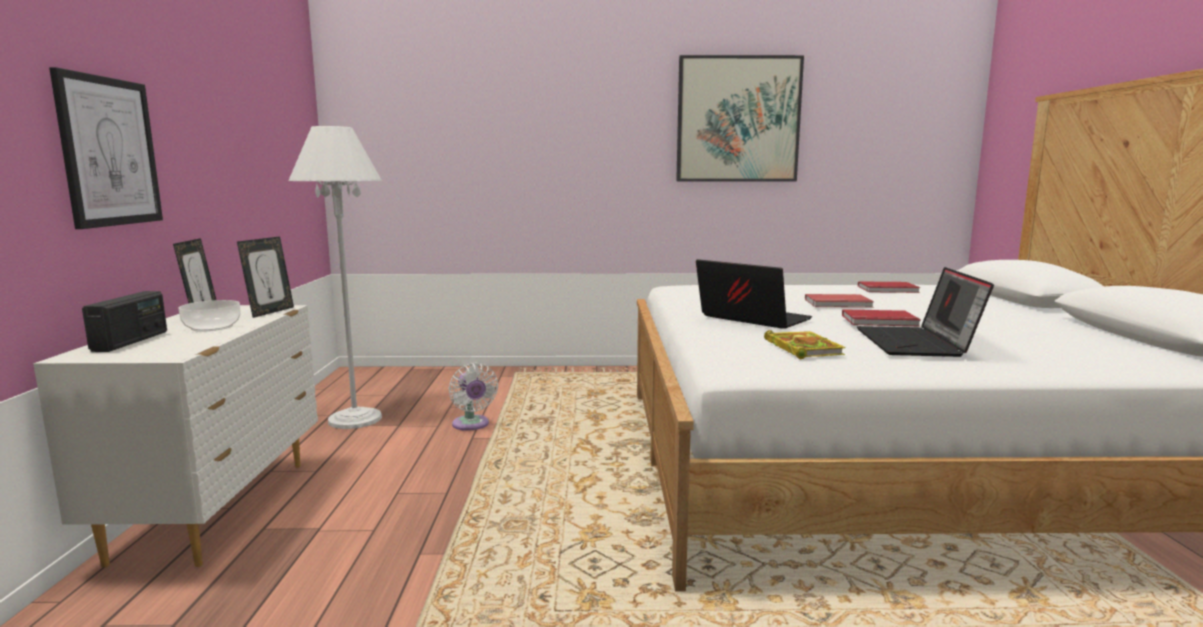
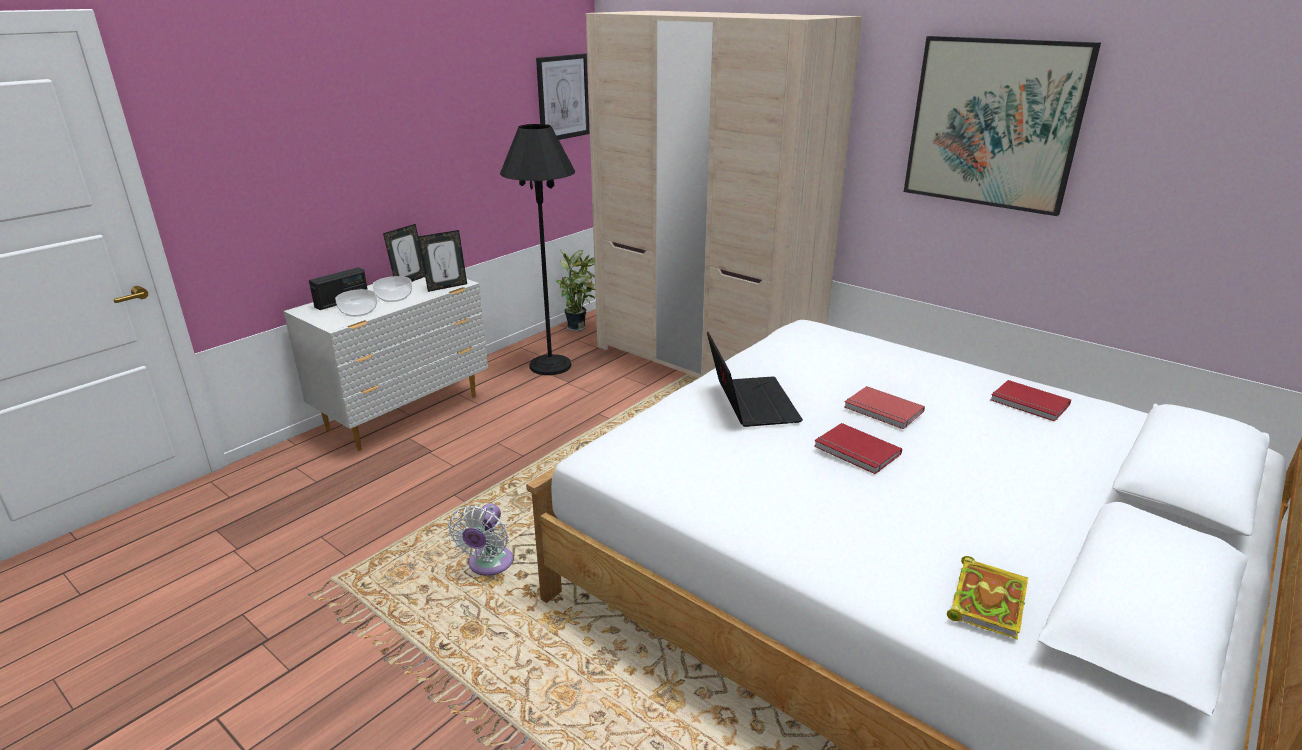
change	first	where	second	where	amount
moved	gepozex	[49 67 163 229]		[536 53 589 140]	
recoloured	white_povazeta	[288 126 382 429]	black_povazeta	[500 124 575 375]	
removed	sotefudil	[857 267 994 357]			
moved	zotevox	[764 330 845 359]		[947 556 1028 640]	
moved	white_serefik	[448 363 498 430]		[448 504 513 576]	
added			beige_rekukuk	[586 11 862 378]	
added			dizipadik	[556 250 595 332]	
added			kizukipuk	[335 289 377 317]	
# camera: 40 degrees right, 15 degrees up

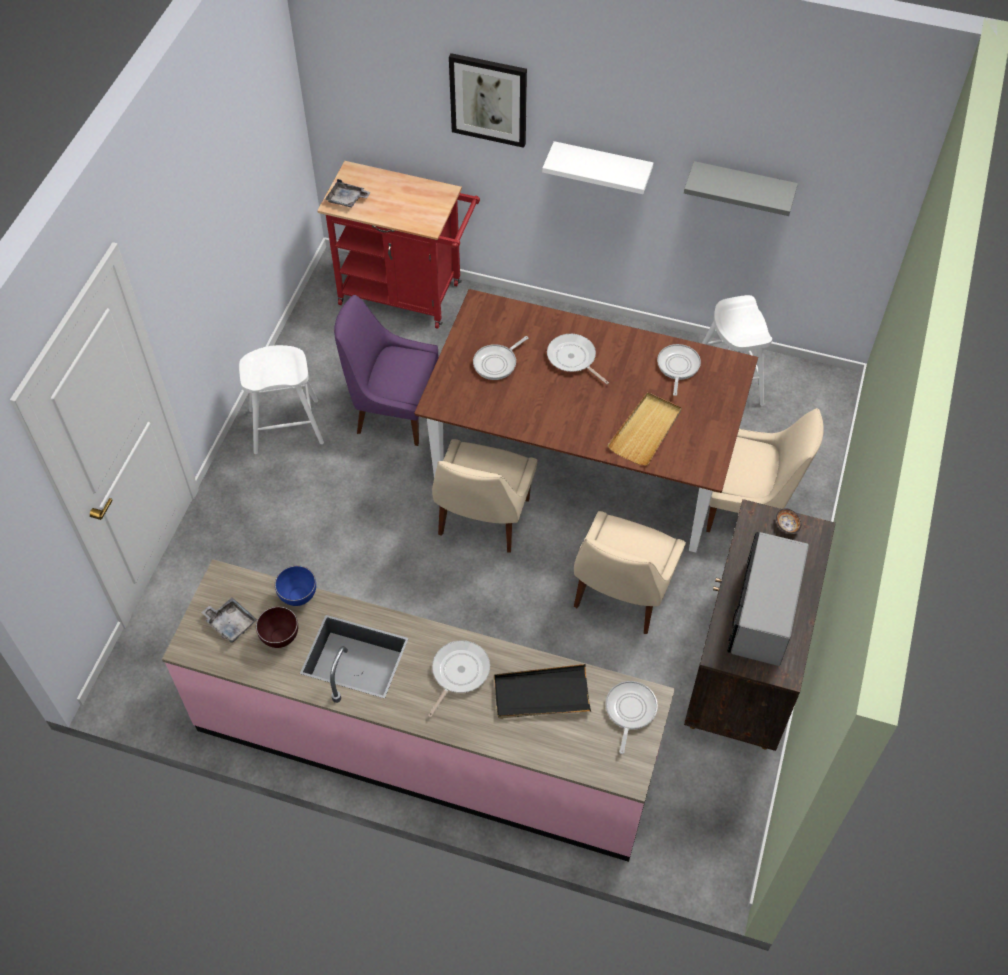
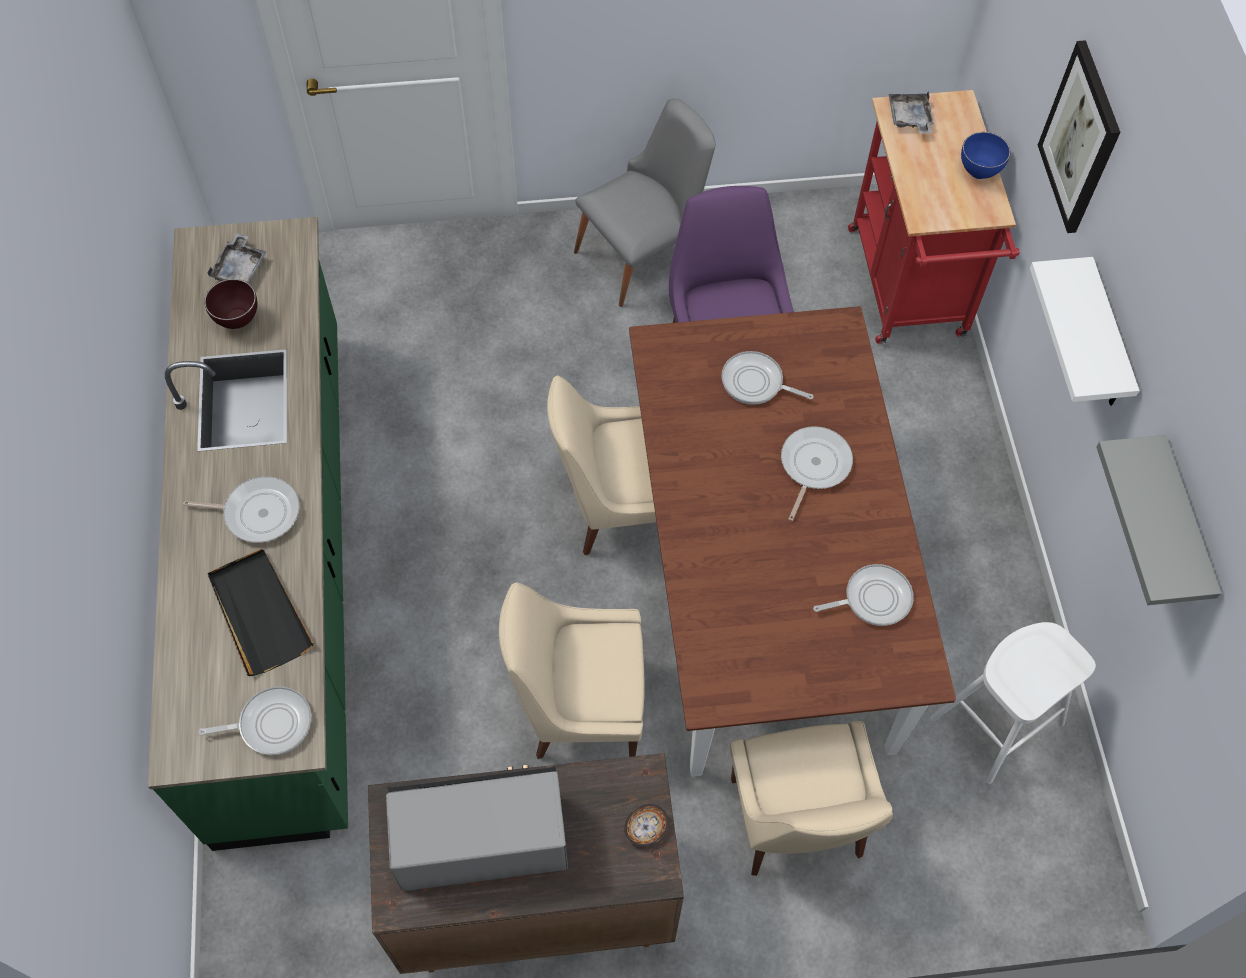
change	first	where	second	where	amount
replaced	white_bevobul	[239 345 324 454]	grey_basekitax	[574 98 715 307]	
removed	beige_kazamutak	[607 392 682 466]			
recoloured	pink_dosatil	[162 559 675 862]	green_dosatil	[148 217 348 851]	
moved	blue_kizukipuk	[275 566 316 606]		[961 132 1010 179]	
# camera: 65 degrees right, 5 degrees up

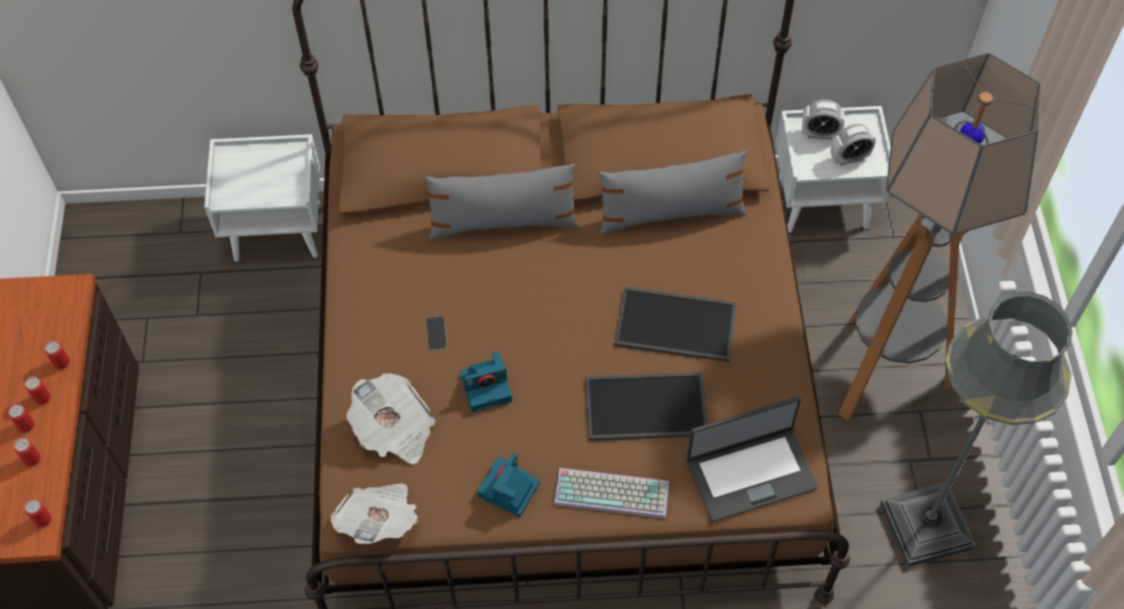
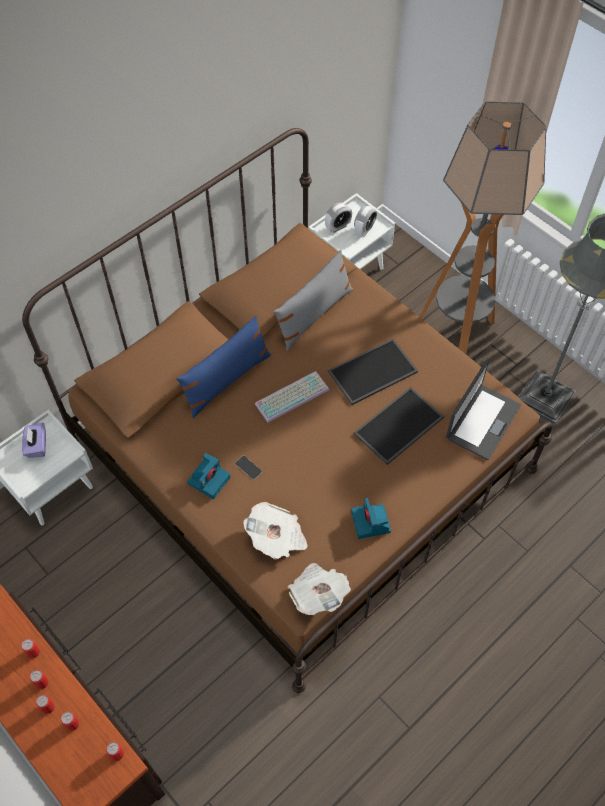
change	first	where	second	where	amount
recoloured	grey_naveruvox	[425 164 579 240]	blue_naveruvox	[176 315 271 418]	
moved	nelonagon	[460 351 512 412]		[187 453 230 499]	
moved	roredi	[554 468 669 519]		[255 371 329 422]	
added			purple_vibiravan	[22 422 46 458]	
# camera: 40 degrees left, 0 degrees up

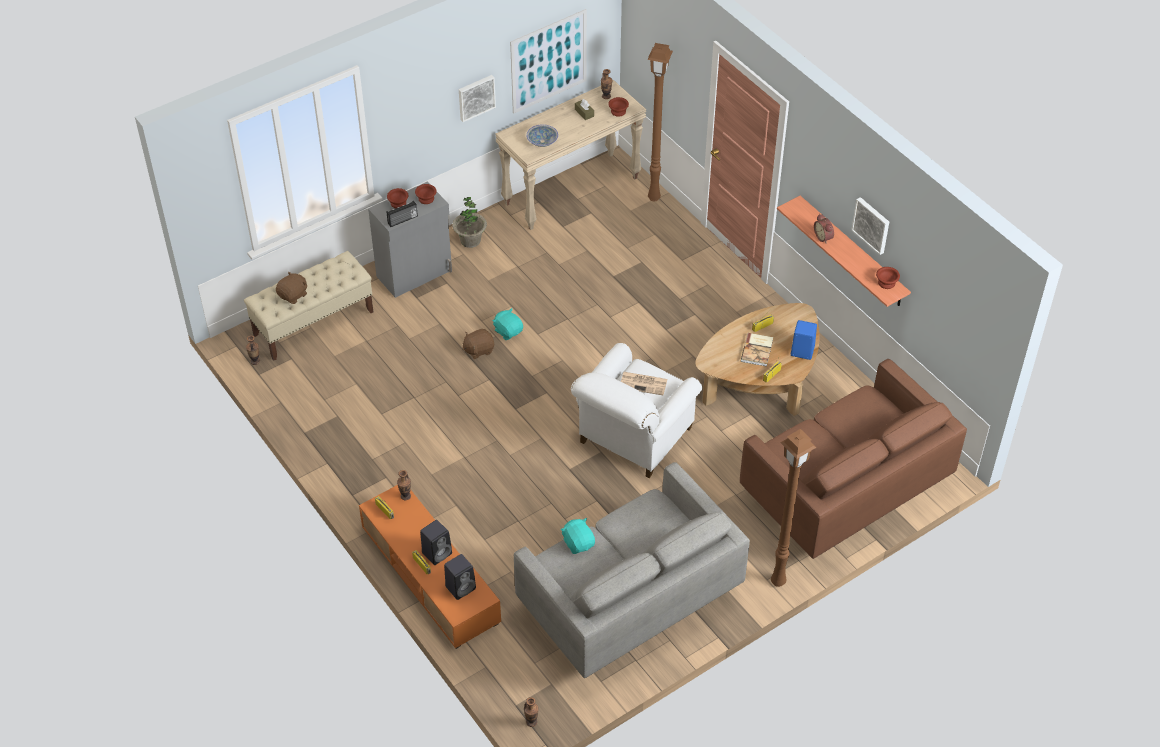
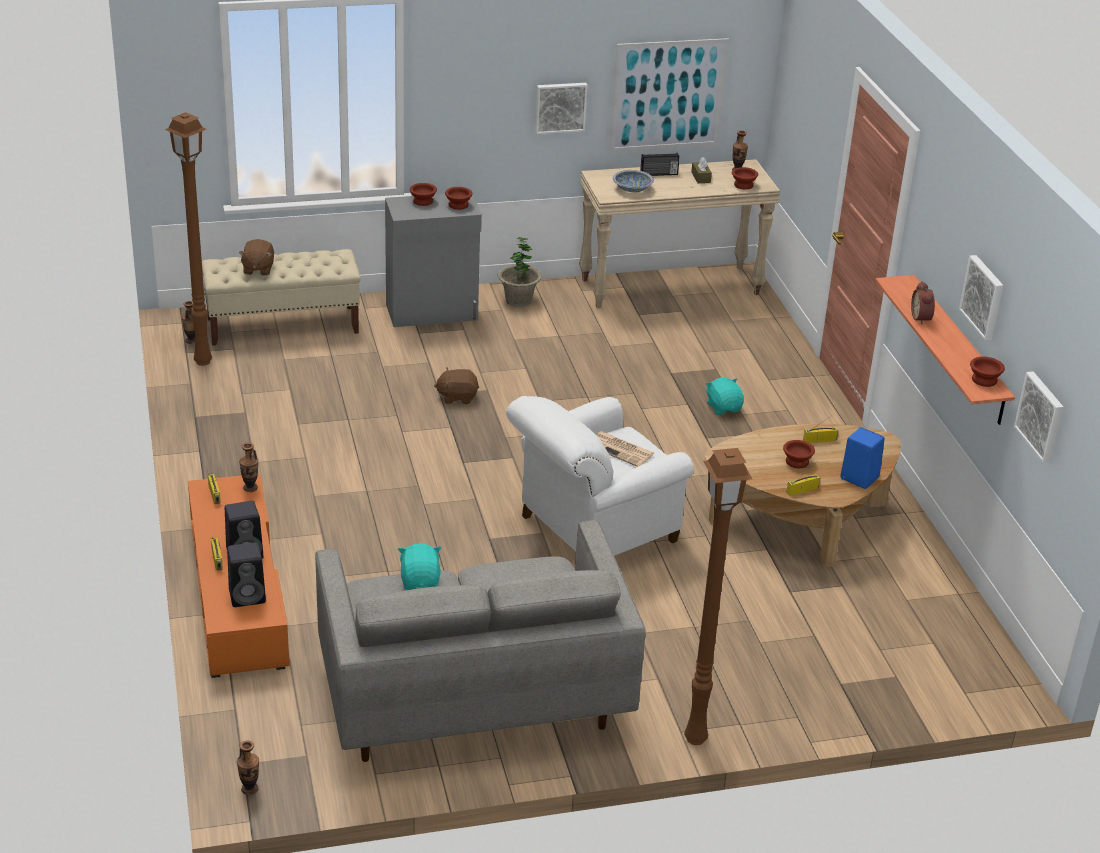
change	first	where	second	where	amount
moved	brown_povazeta	[647 43 673 201]		[165 112 212 366]	
moved	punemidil	[387 201 418 227]		[640 153 680 176]	
turned	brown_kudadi	[276 271 307 304]		[239 239 274 276]	120 degrees clockwise
moved	turquoise_kudadi	[492 308 523 340]		[706 378 744 415]	
replaced	zotevox	[741 333 773 367]	brown_kizukipuk	[783 440 815 468]	
removed	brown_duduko	[740 359 967 559]			
added			gepozex	[1014 371 1063 463]	
# camera: 20 degrees right, 15 degrees down

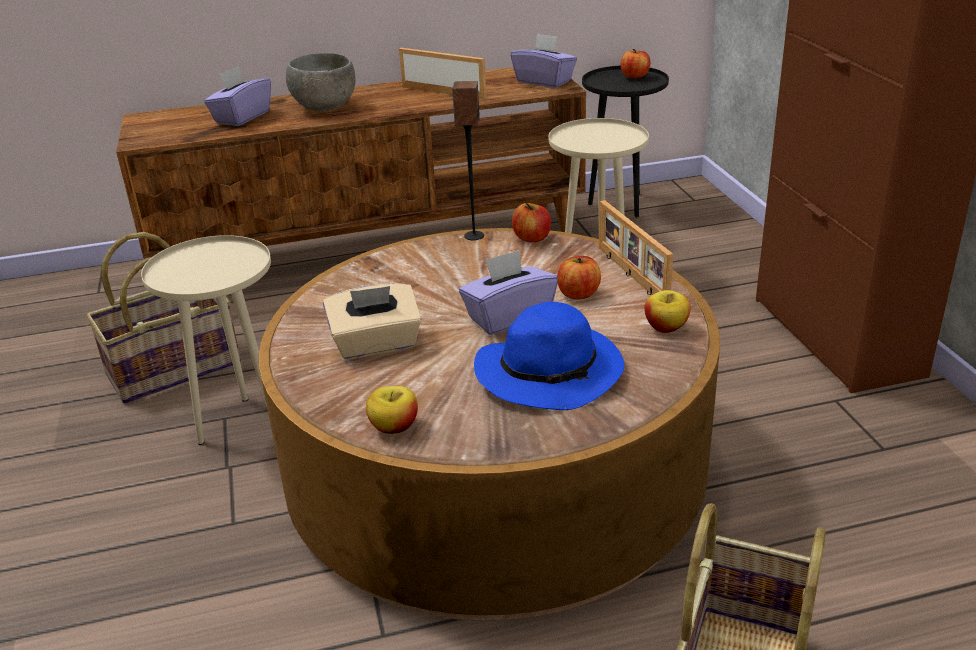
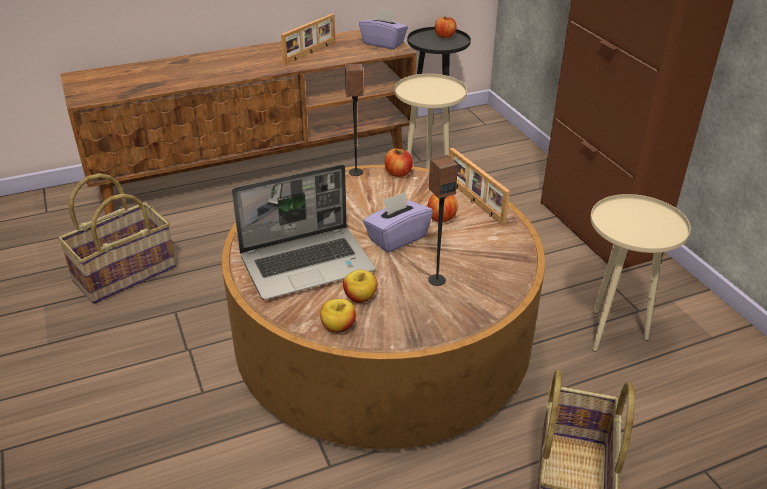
change	first	where	second	where	amount
turned	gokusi	[399 48 487 100]		[281 14 335 65]	105 degrees clockwise
removed	grey_kizukipuk	[286 53 356 111]			
removed	purple_vibiravan	[204 66 271 126]			
moved	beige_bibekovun	[141 235 271 445]		[591 194 690 352]	
replaced	beige_vibiravan	[323 283 422 360]	sotefudil	[232 164 375 300]	
moved	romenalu	[644 290 691 333]		[343 270 377 303]	
replaced	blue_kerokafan	[474 302 624 410]	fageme	[428 155 458 286]	
# camera: 10 degrees left, 5 degrees up

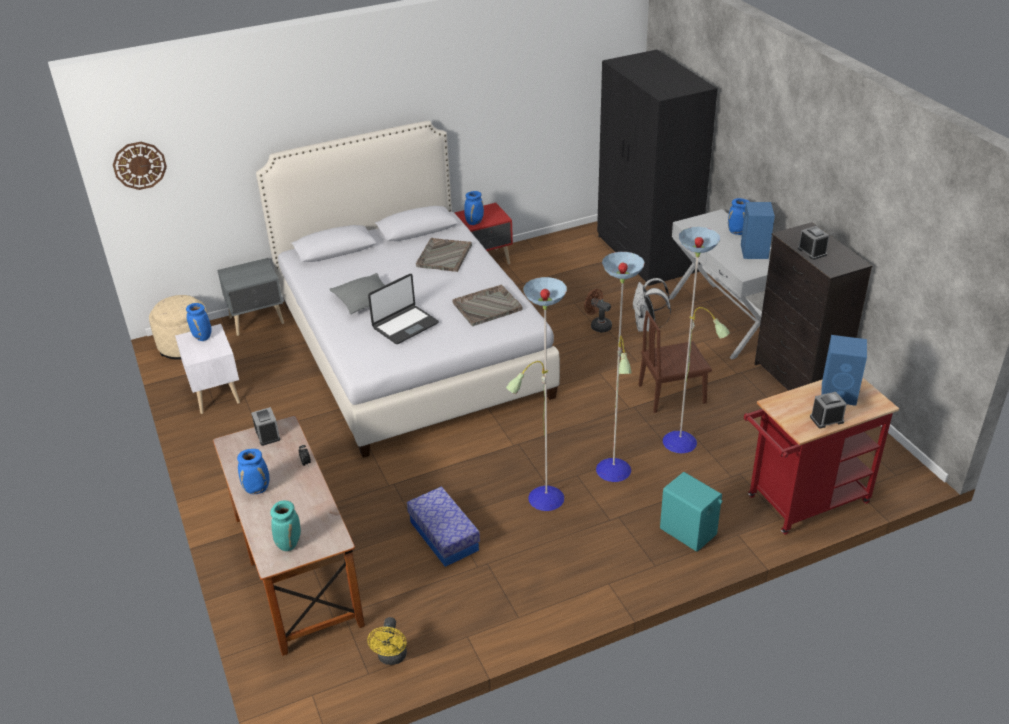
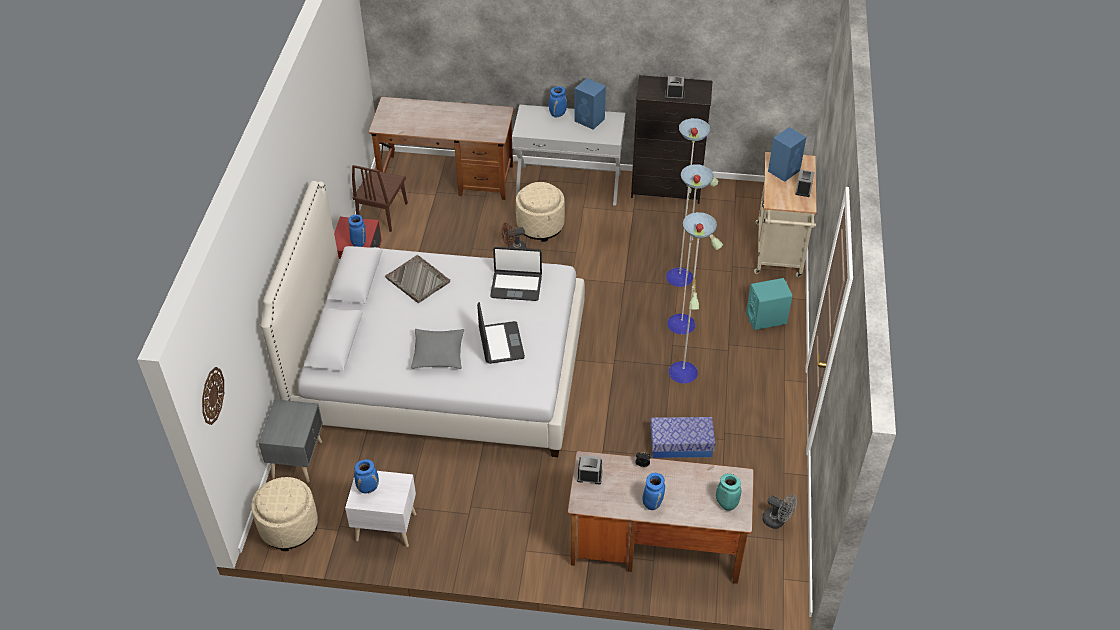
change	first	where	second	where	amount
replaced	black_rekukuk	[597 49 717 286]	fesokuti	[369 97 514 200]	
replaced	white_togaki	[632 278 671 332]	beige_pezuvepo	[516 182 565 242]	
replaced	grey_kazamutak	[452 285 522 326]	sotefudil	[490 247 542 301]	
moved	brown_basekitax	[638 310 712 413]		[352 165 408 232]	
recoloured	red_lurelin	[744 378 899 535]	beige_lurelin	[754 152 817 277]	
recoloured	yellow_serefik	[367 617 407 665]	grey_serefik	[762 495 797 529]	
# camera: 60 degrees left, 10 degrees up

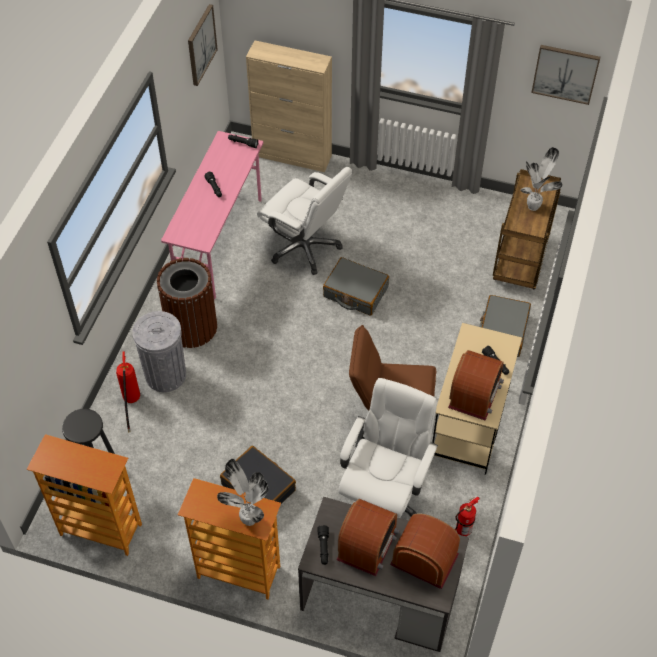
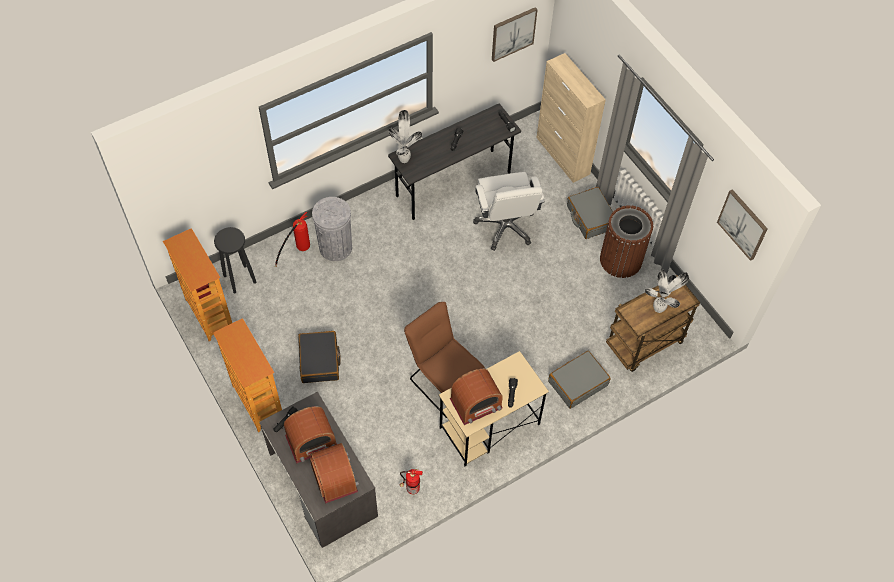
change	first	where	second	where	amount
recoloured	pink_fesokuti	[161 131 263 299]	grey_fesokuti	[388 103 521 220]	
moved	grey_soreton	[323 257 389 316]		[567 187 613 239]	
moved	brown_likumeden	[157 258 217 348]		[600 205 653 278]	
removed	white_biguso	[338 378 438 517]			
moved	dizipadik	[217 459 268 526]		[388 110 422 163]	
# camera: 40 degrees right, 5 degrees up

